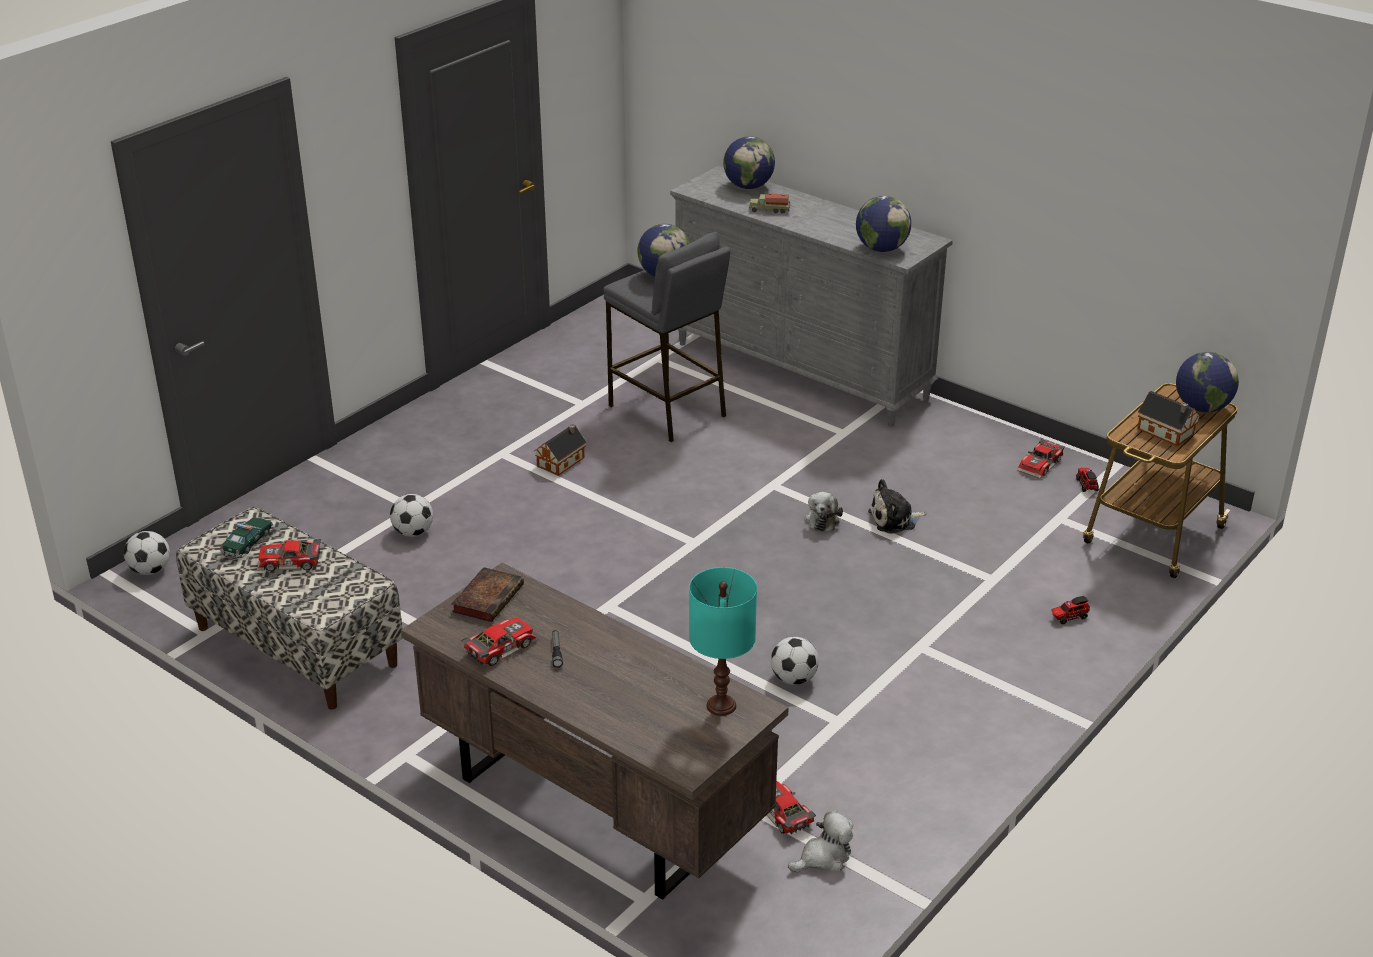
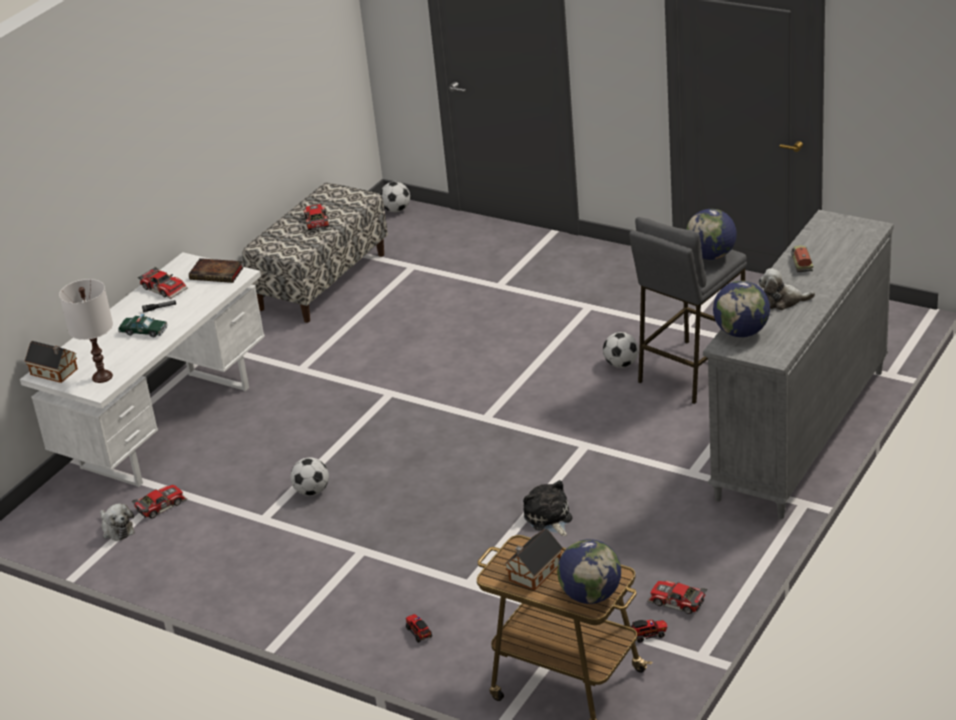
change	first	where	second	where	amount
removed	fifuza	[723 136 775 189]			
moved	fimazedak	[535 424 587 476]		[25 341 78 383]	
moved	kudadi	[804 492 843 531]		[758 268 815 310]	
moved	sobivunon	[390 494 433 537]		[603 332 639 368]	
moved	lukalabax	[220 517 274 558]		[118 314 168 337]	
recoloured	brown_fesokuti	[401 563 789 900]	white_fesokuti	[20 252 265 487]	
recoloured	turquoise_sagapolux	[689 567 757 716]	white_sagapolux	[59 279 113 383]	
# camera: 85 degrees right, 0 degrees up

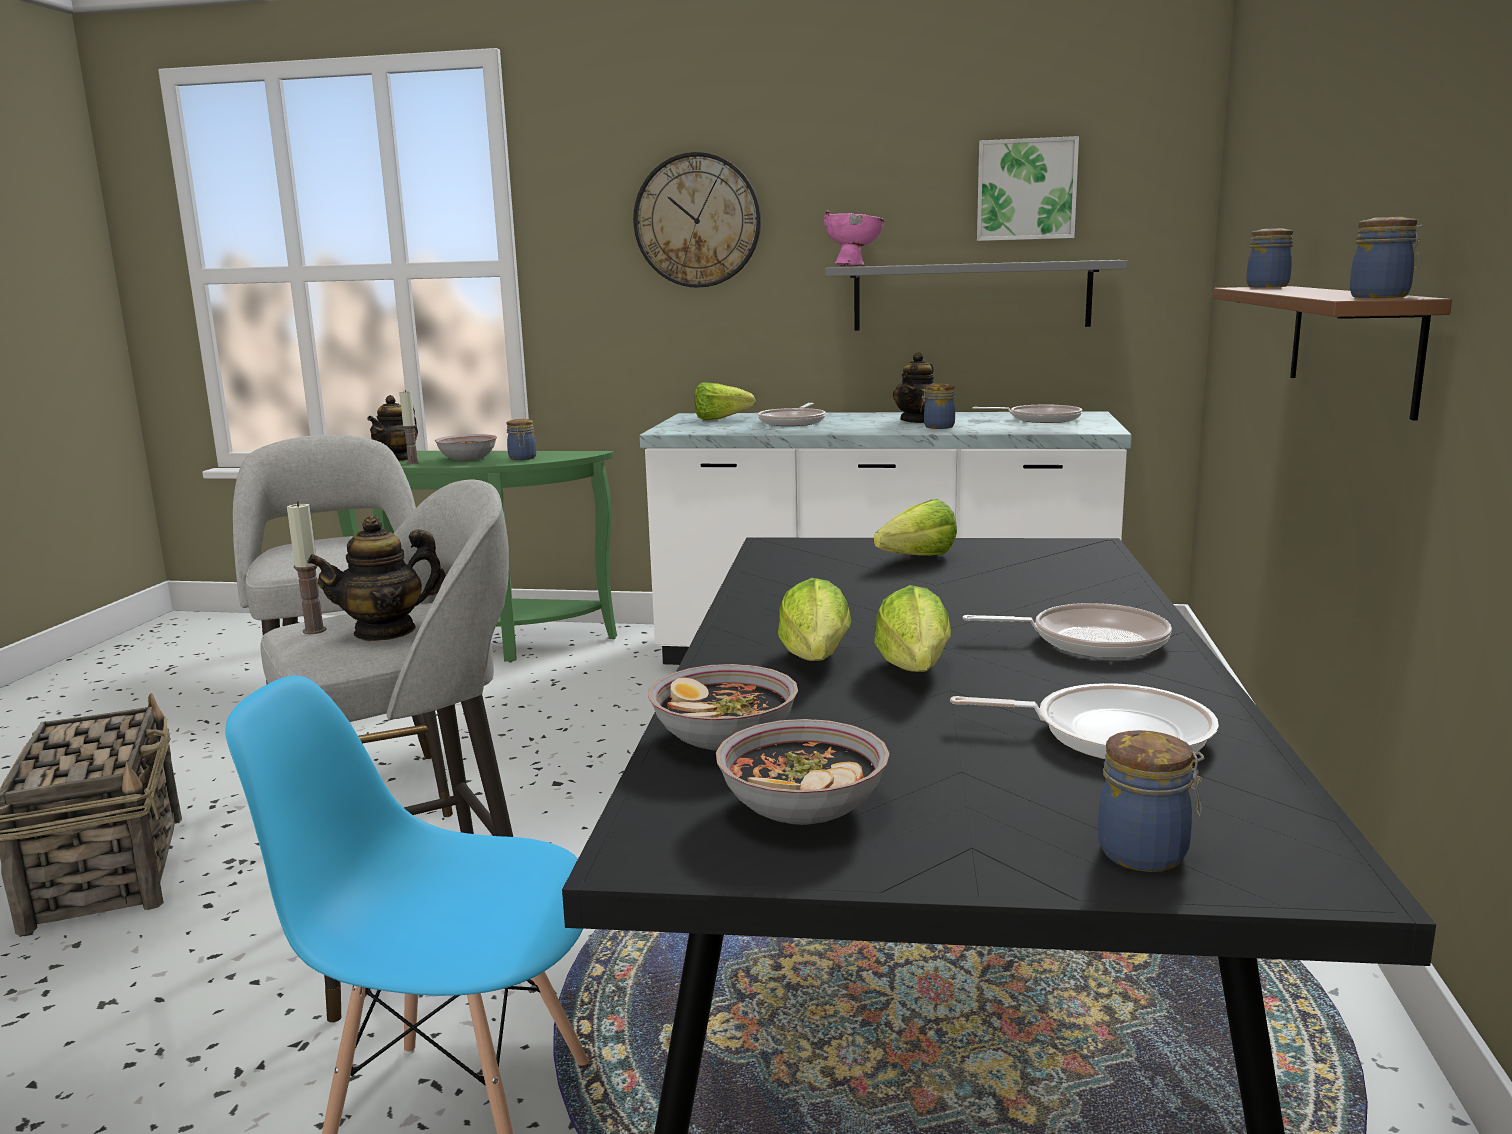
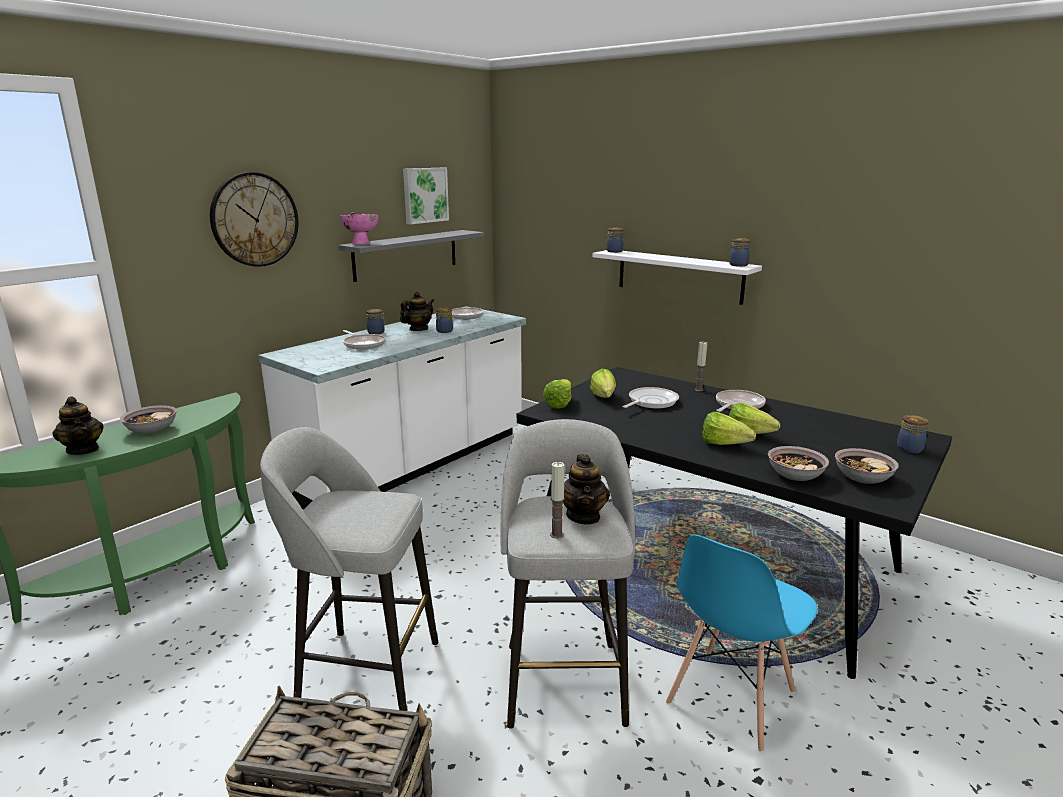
change	first	where	second	where	amount
recoloured	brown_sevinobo	[1213 286 1452 421]	white_sevinobo	[593 250 762 305]	
turned	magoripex	[893 352 936 423]		[400 292 435 331]	105 degrees counterclockwise
moved	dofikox	[695 382 755 420]		[543 379 572 409]	
moved	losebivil	[399 390 419 464]		[695 341 707 391]	
moved	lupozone	[507 419 537 460]		[366 309 385 334]	
moved	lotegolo	[950 683 1219 759]		[623 387 679 408]	
# camera: 60 degrees left, 5 degrees up

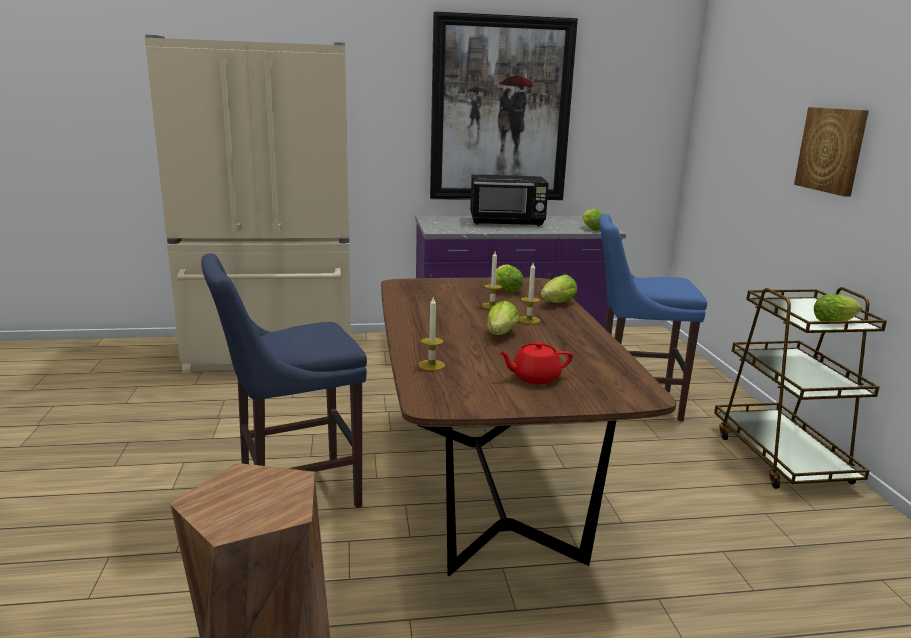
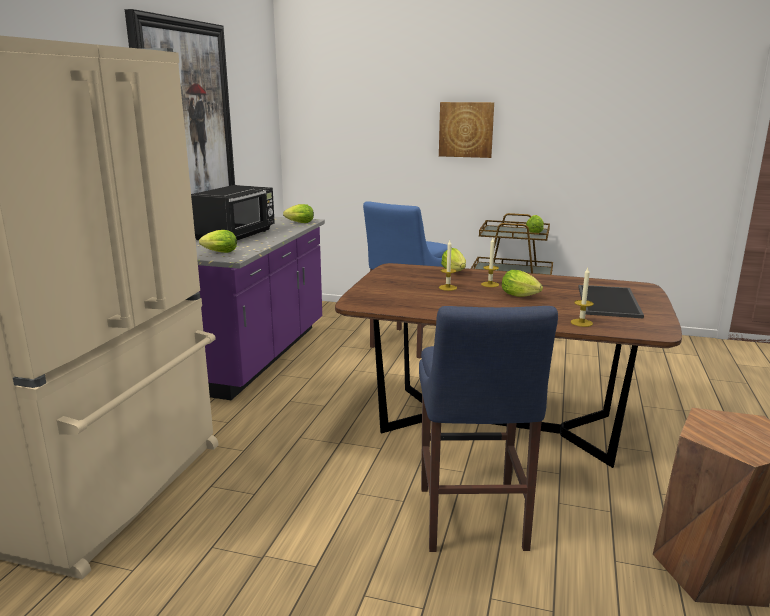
change	first	where	second	where	amount
moved	dofikox	[496 264 523 293]		[199 230 237 253]	
replaced	red_magoripex	[498 341 573 384]	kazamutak	[578 285 644 318]	
# camera: 65 degrees left, 0 degrees up

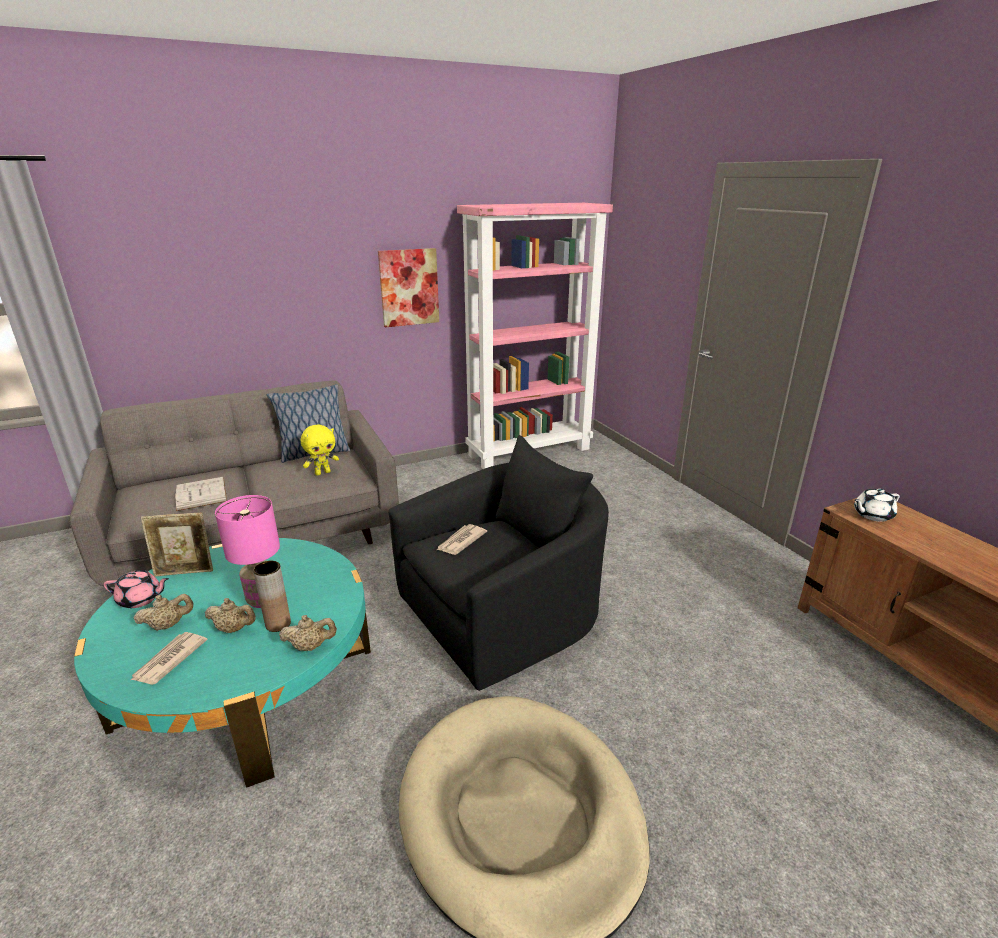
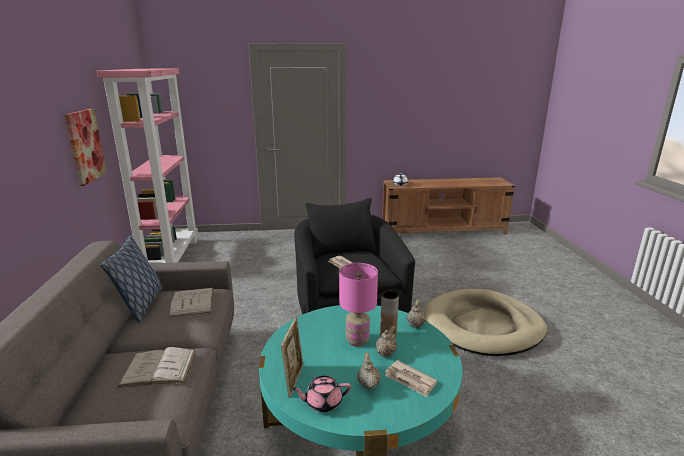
change	first	where	second	where	amount
replaced	yellow_kudadi	[301 424 339 476]	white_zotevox	[169 288 213 317]	
turned	pink_magoripex	[103 570 169 608]		[292 376 351 412]	120 degrees counterclockwise
# camera: 70 degrees left, 5 degrees down

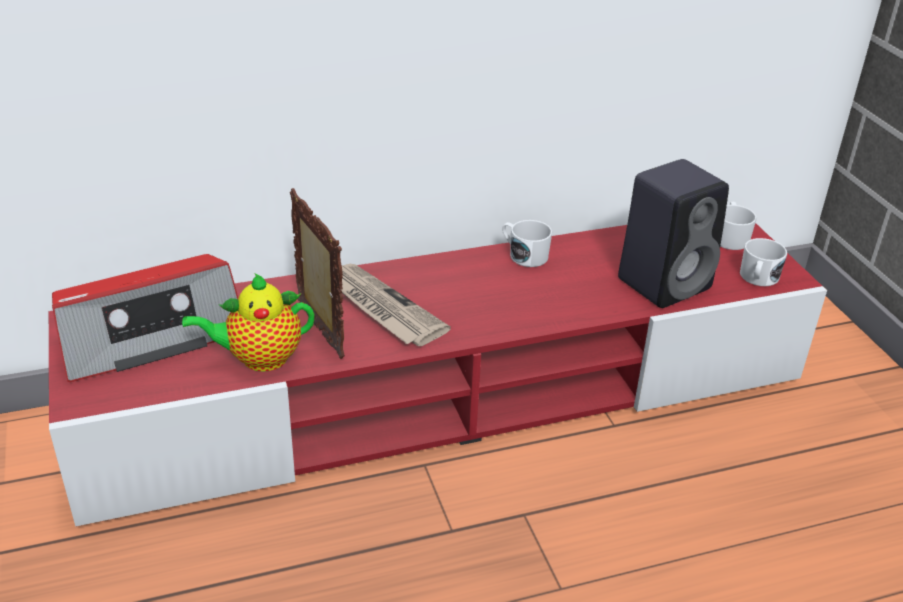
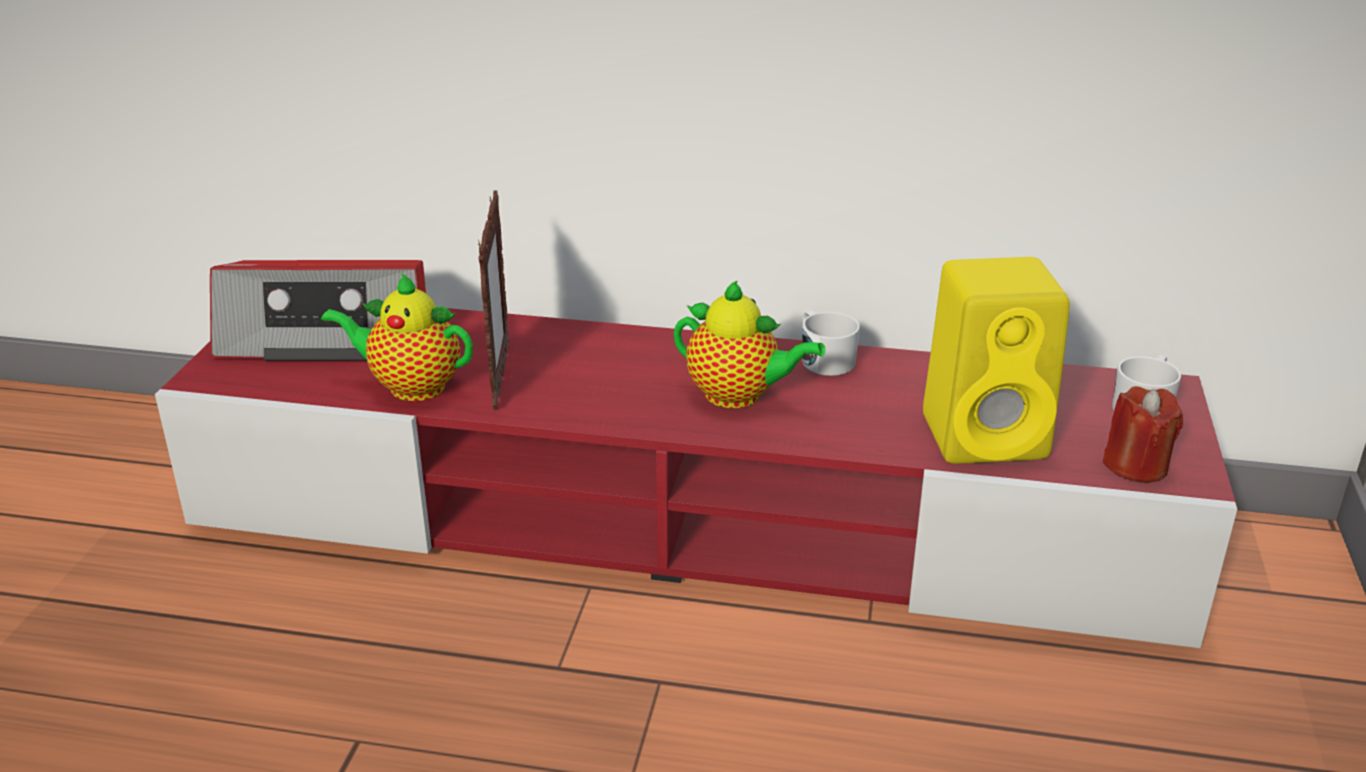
change	first	where	second	where	amount
recoloured	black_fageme	[618 159 729 308]	yellow_fageme	[923 257 1070 464]	
replaced	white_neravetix	[740 238 787 286]	red_losebivil	[1102 386 1183 483]	
removed	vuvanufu	[342 264 451 346]			
added			magoripex	[674 280 825 408]	
# camera: 30 degrees right, 5 degrees down

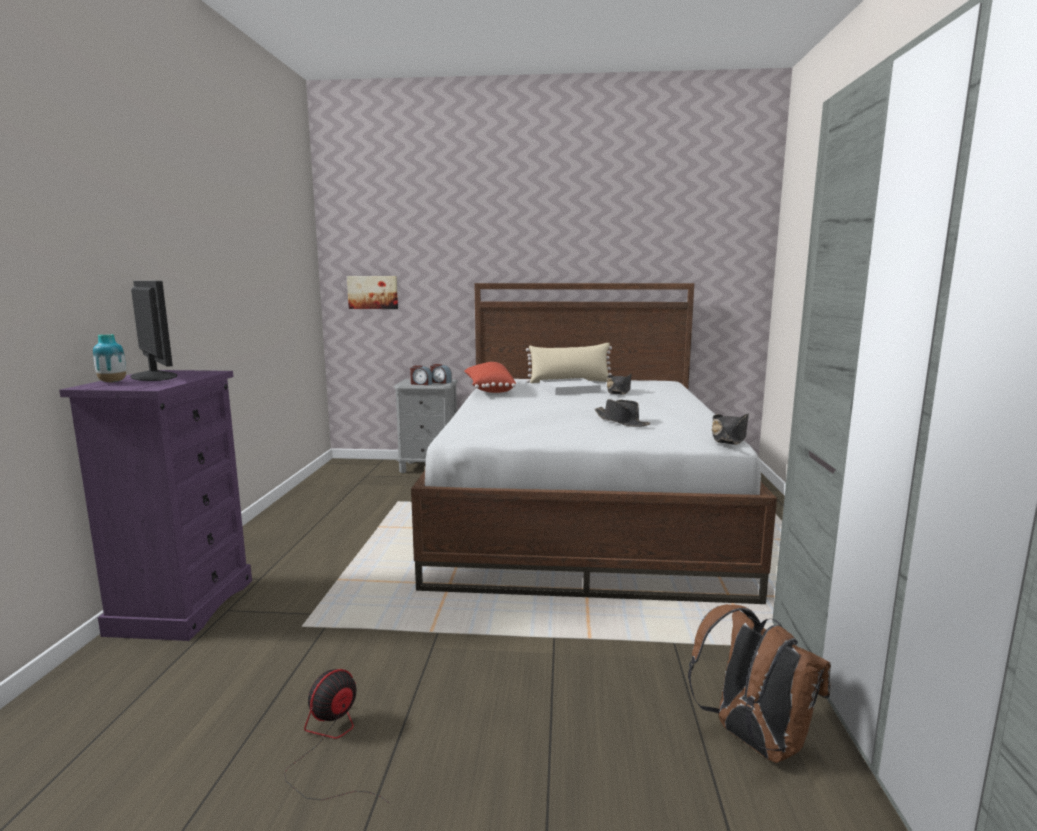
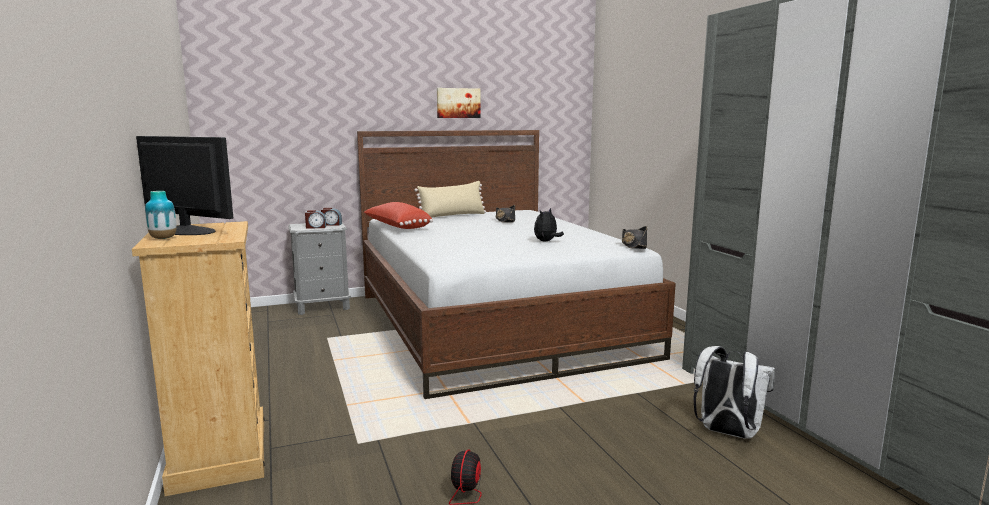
change	first	where	second	where	amount
moved	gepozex	[347 276 398 309]		[437 88 481 118]	
recoloured	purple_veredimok	[59 370 252 641]	beige_veredimok	[132 221 265 496]	
removed	white_kazamutak	[540 378 601 395]			
replaced	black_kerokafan	[595 399 650 427]	kudadi	[534 208 564 241]	
recoloured	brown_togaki	[688 604 831 763]	white_togaki	[693 346 775 439]	
# camera: 25 degrees left, 0 degrees up

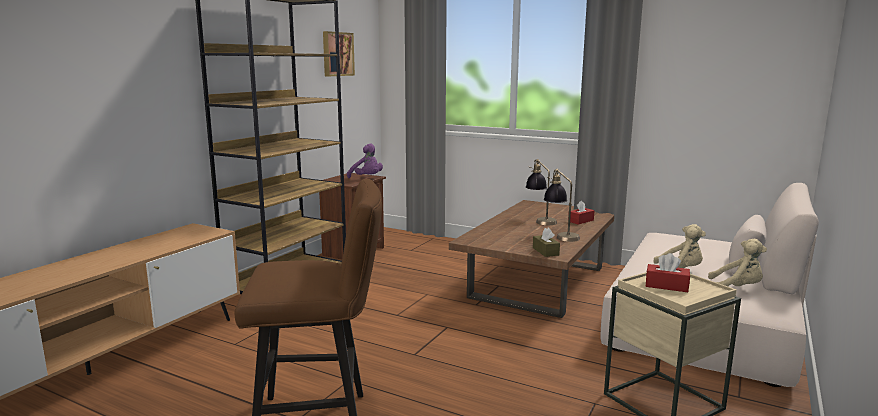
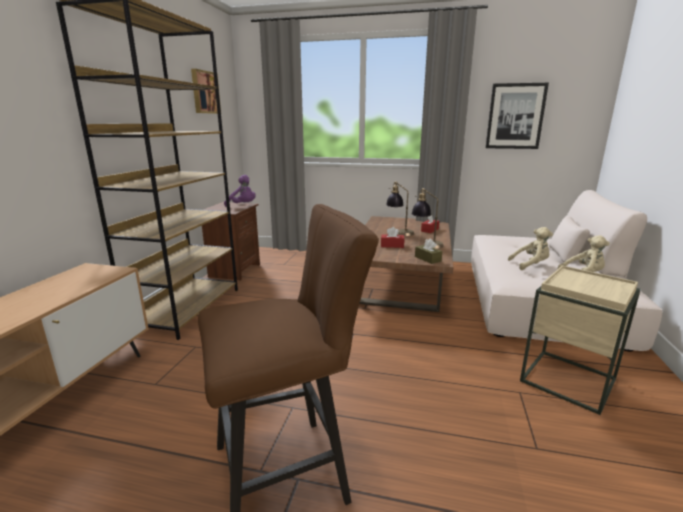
change	first	where	second	where	amount
moved	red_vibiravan	[646 253 690 292]		[381 227 404 248]	
added			gepozex	[486 83 549 149]	
# camera: 15 degrees left, 5 degrees up

